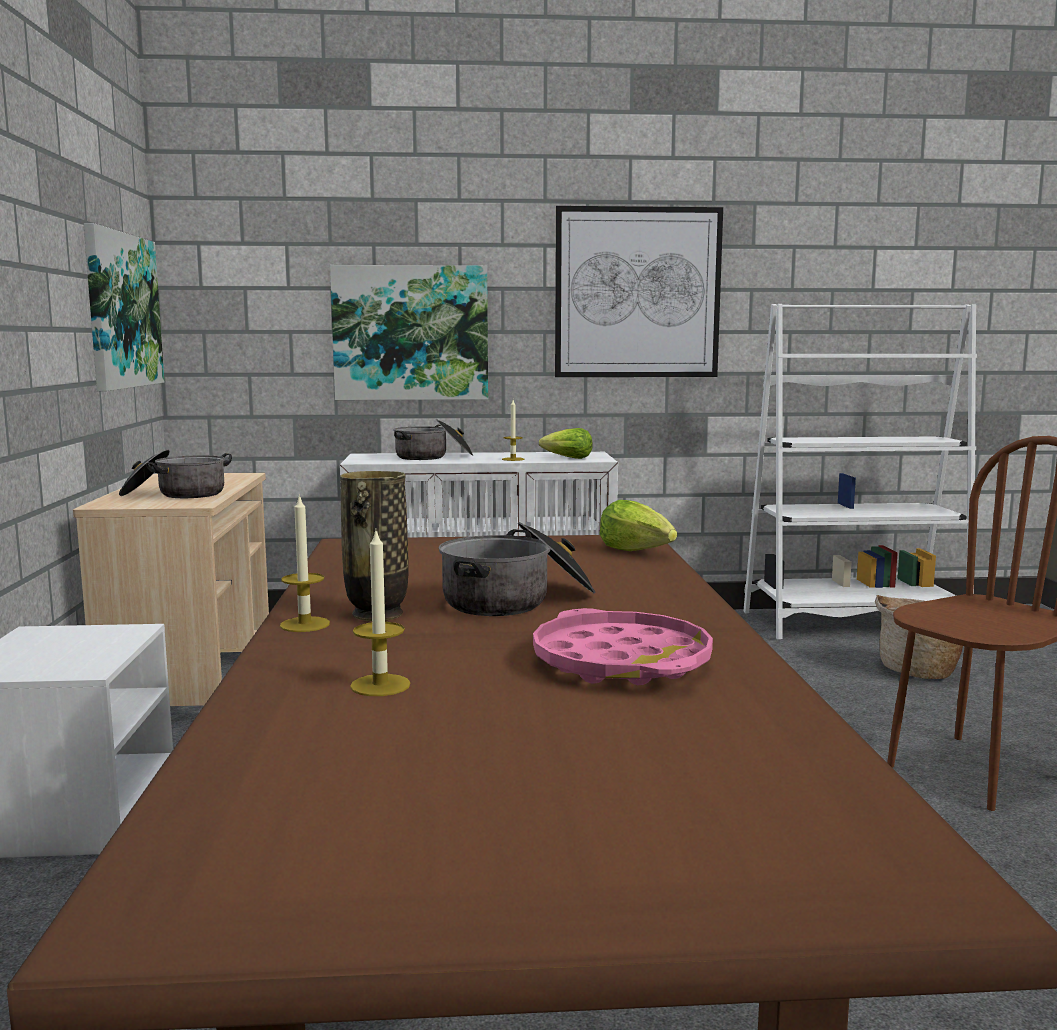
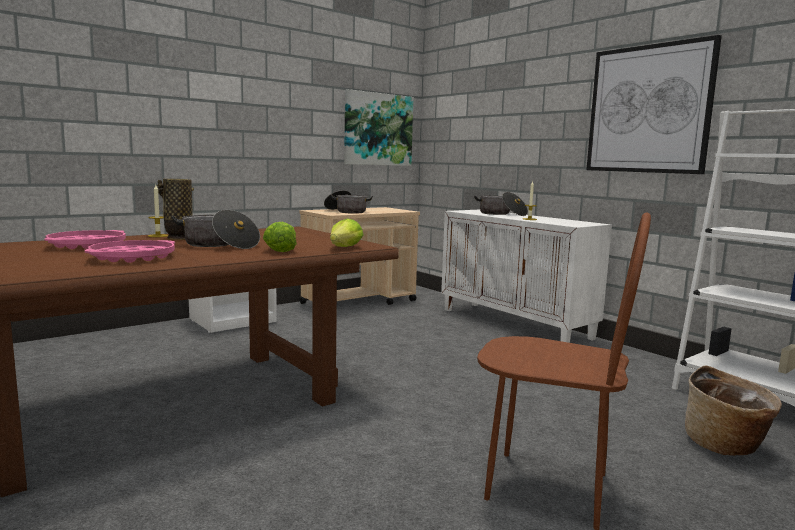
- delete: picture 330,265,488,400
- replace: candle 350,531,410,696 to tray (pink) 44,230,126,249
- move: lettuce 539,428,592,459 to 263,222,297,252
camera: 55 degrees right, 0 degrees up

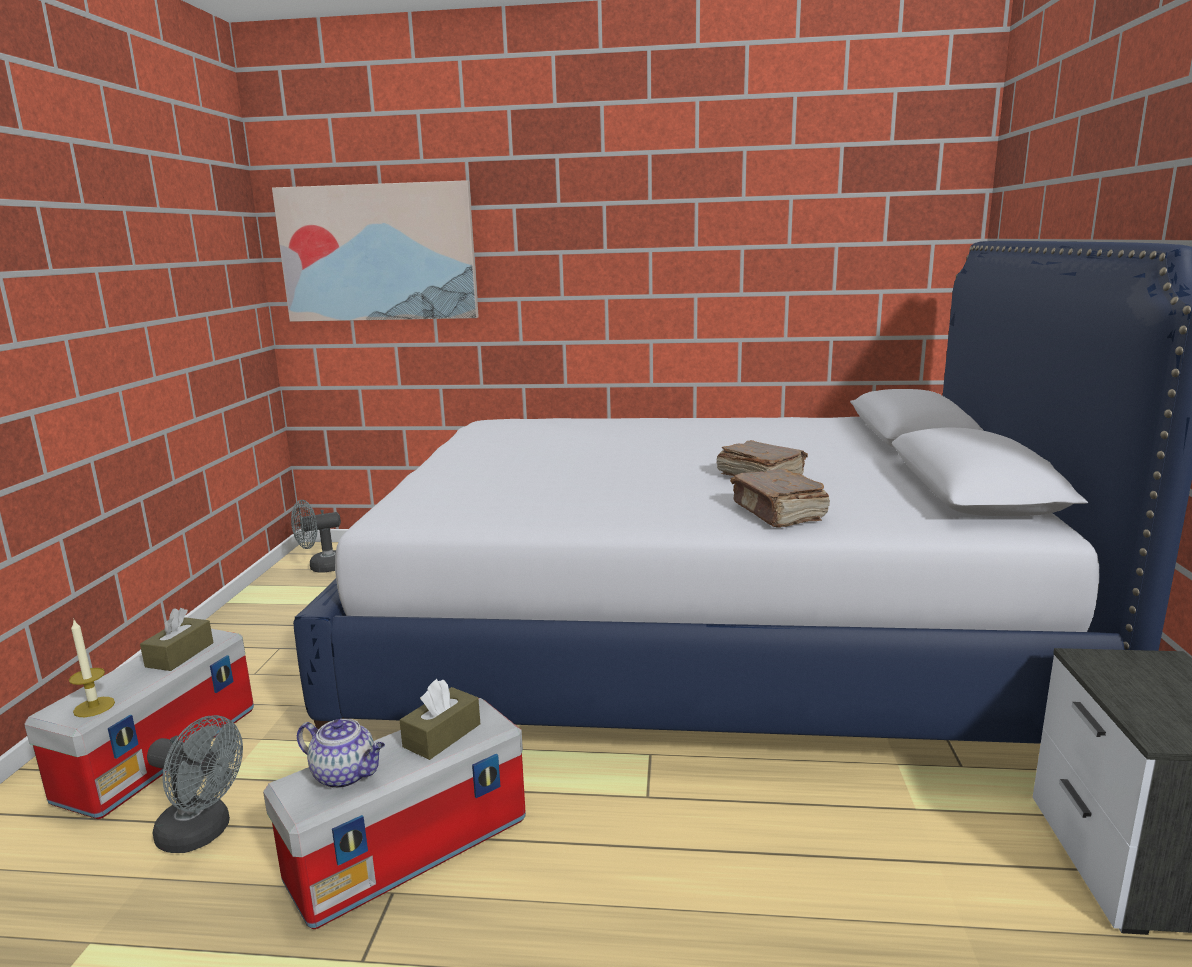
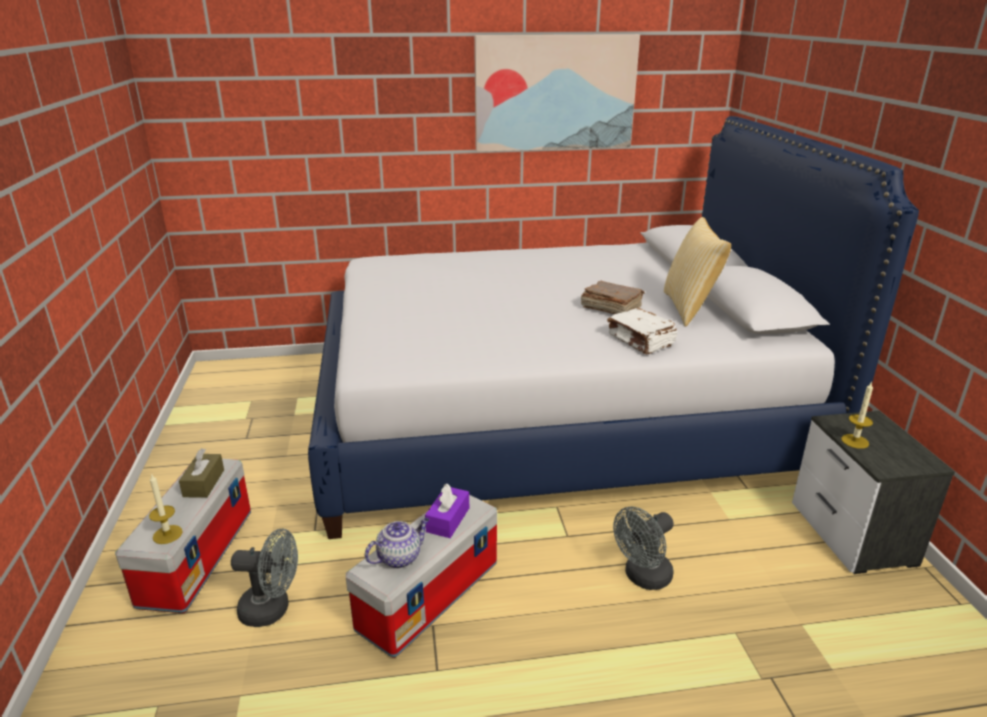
- move: picture 272,180,479,322 to 474,34,640,152
- move: fan (grey) 291,500,341,573 to 613,506,674,590
- rotate: teapot 297,719,385,789 = 365,518,429,568 45 degrees counterclockwise
- recolor: tissue box (brown) 400,679,480,760 to tissue box (purple) 425,484,469,538
- recolor: book (brown) 730,469,830,528 to book (white) 607,308,677,354
- insert: pillow 664,217,731,327
- insert: candle 841,381,873,449
camera: 15 degrees left, 10 degrees up

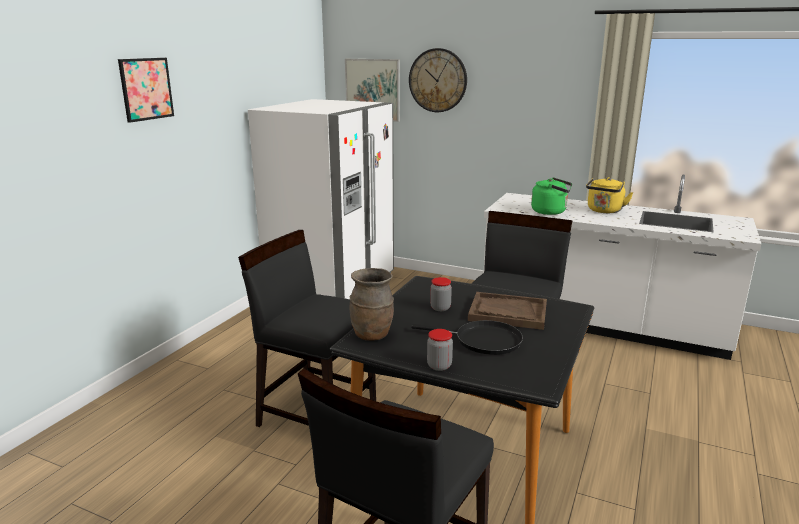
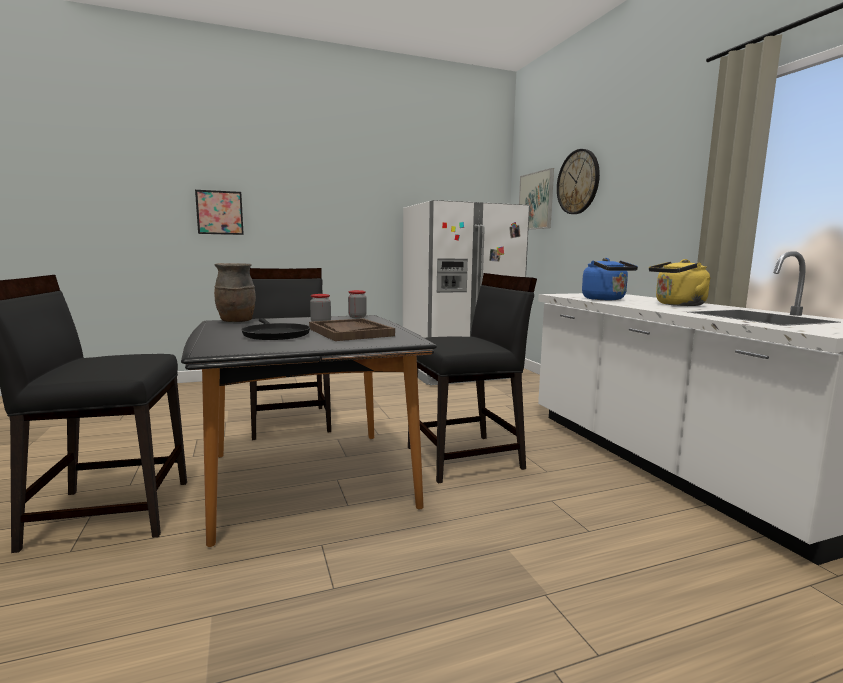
- move: picture 118,58,174,123 to 195,190,244,235
- move: jar 427,329,453,371 to 348,290,367,318
- recolor: kettle (green) 531,178,572,215 to kettle (blue) 582,258,638,300
camera: 45 degrees right, 10 degrees down

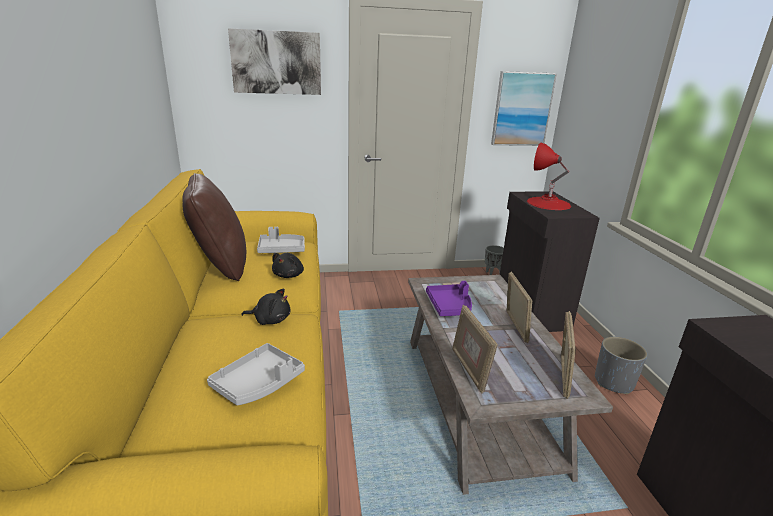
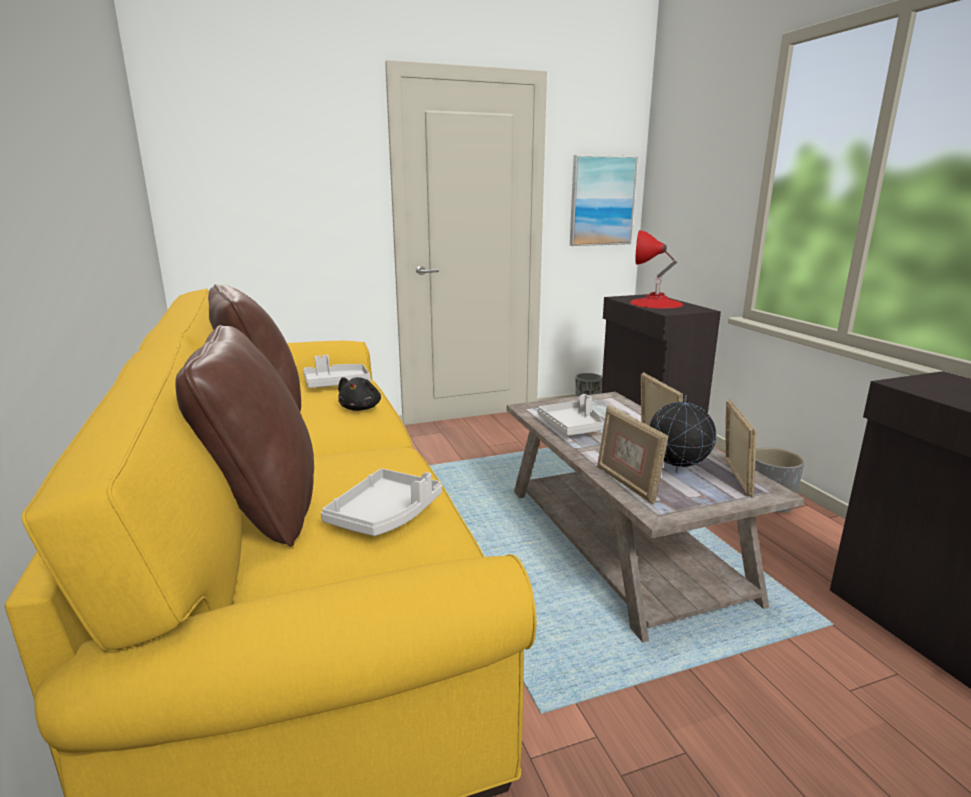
- delete: picture 228,28,321,95
- delete: plush toy (black) 241,289,291,325
- recolor: tray (purple) 426,281,472,316 to tray (grey) 537,394,603,436
- insert: pillow (brown) 175,325,314,547
- insert: globe 649,395,716,473
camera: 10 degrees left, 5 degrees down

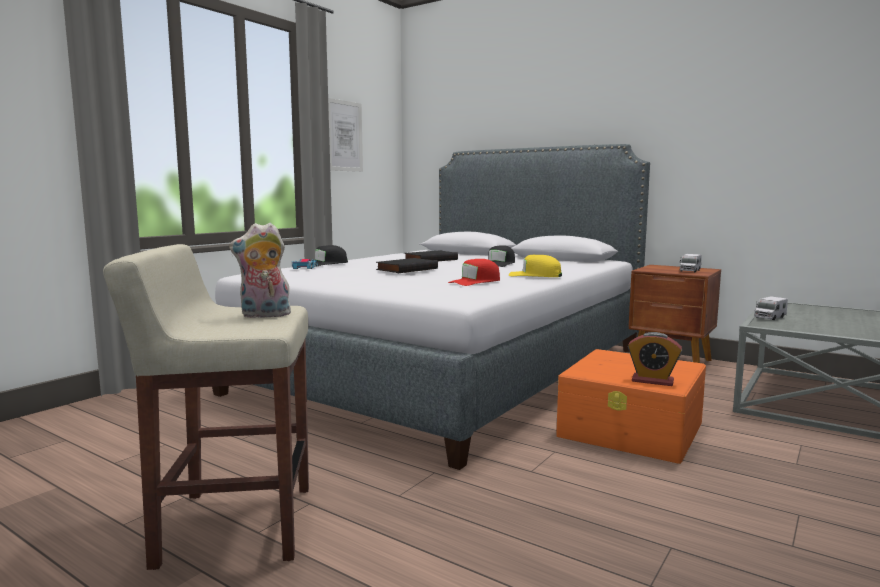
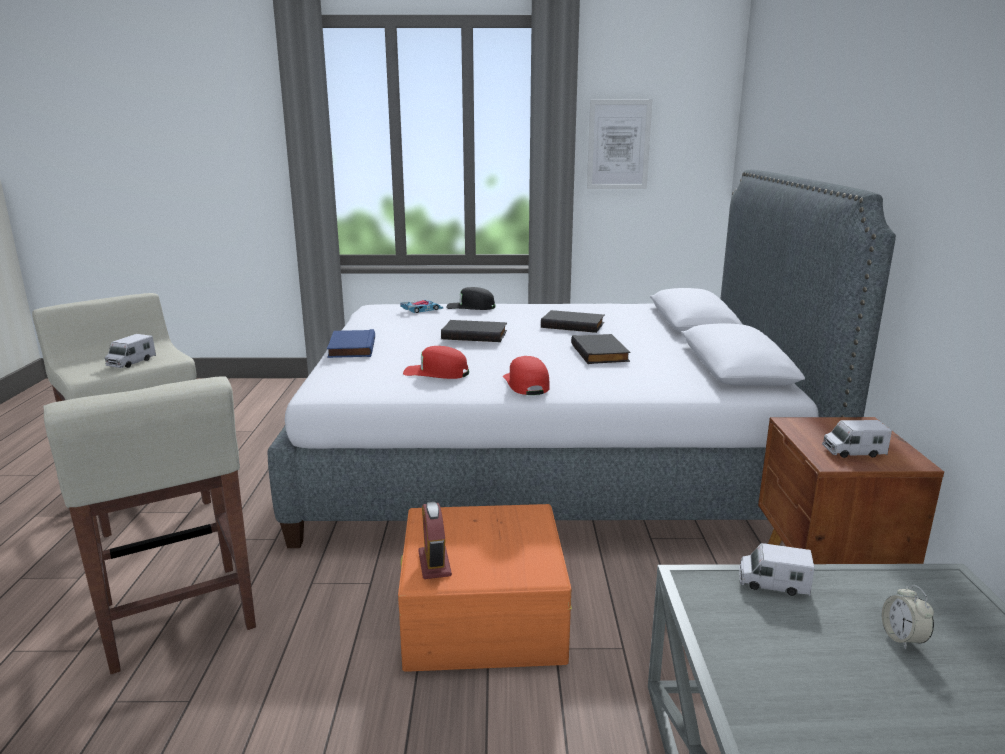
- replace: plush toy 229,223,292,318 to toy truck 105,334,156,368
- replace: cap (black) 489,245,515,267 to book (black) 571,334,630,364
- recolor: cap (yellow) 509,255,562,277 to cap (red) 503,356,550,395
- insert: stool (beige) 43,376,256,674
- insert: book (blue) 327,329,375,358
- insert: alarm clock 882,585,934,650
camera: 55 degrees right, 10 degrees up

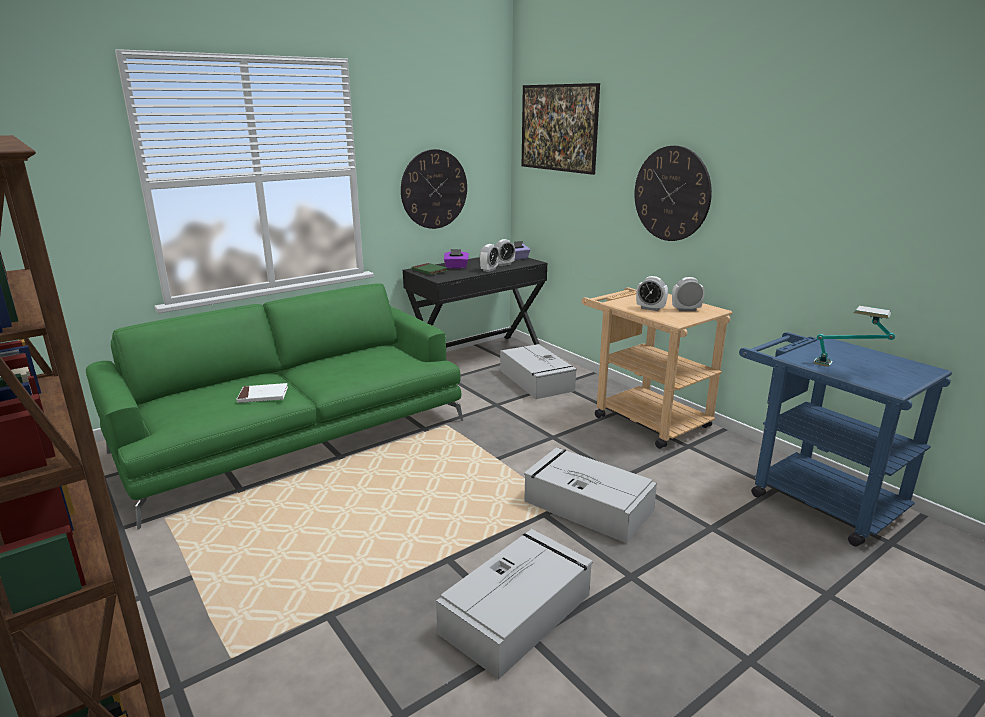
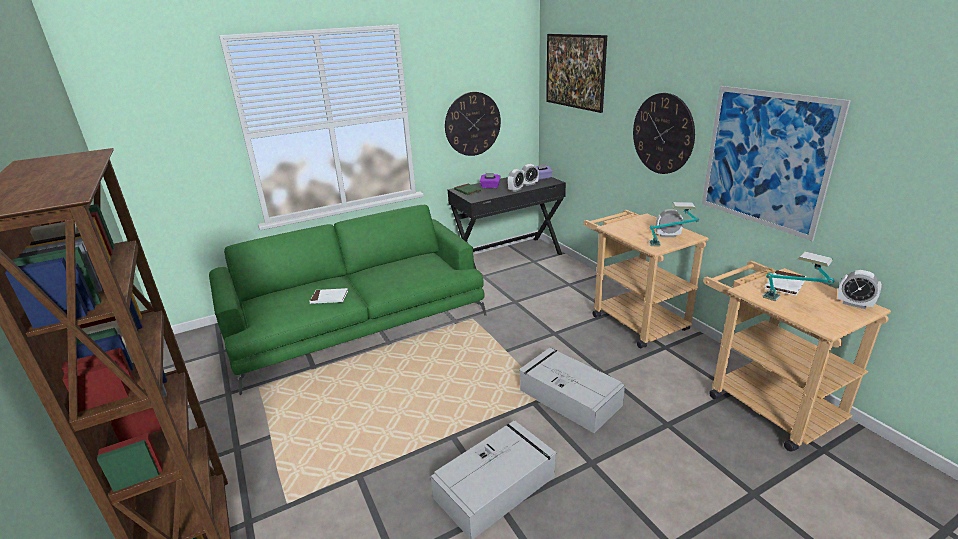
- delete: storage box (grey) 500,344,577,399
- move: alarm clock 636,276,668,311 to 838,270,882,309
- recolor: cart (blue) 739,332,952,547 to cart (beige) 703,261,891,452
- insert: table lamp 649,202,699,247
- insert: picture 702,86,851,241
- insert: book (white) 765,270,806,296
camera: 10 degrees right, 5 degrees up

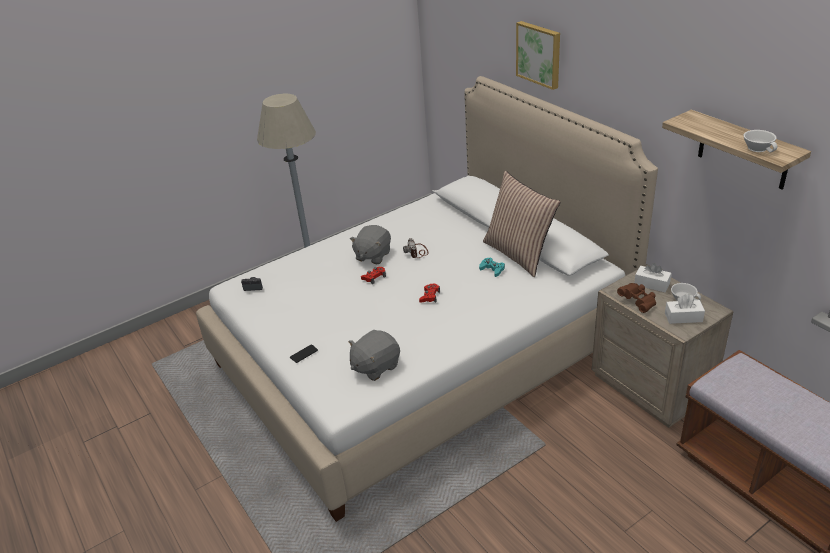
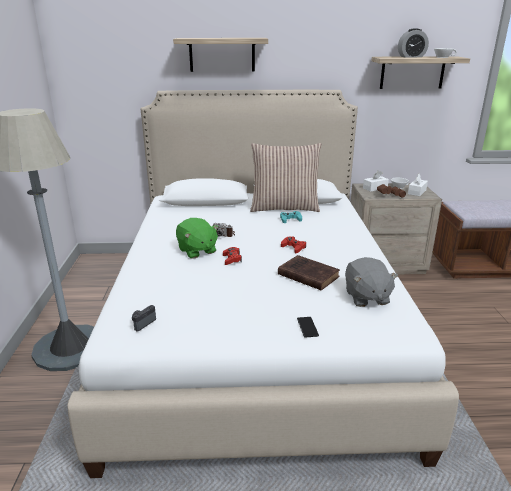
- recolor: plush toy (grey) 350,225,391,264 to plush toy (green) 176,218,219,259
- replace: picture 516,21,560,90 to shelf 173,38,268,72
- insert: book (brown) 278,255,340,291
- insert: alarm clock 398,28,429,58
camera: 60 degrees left, 10 degrees down

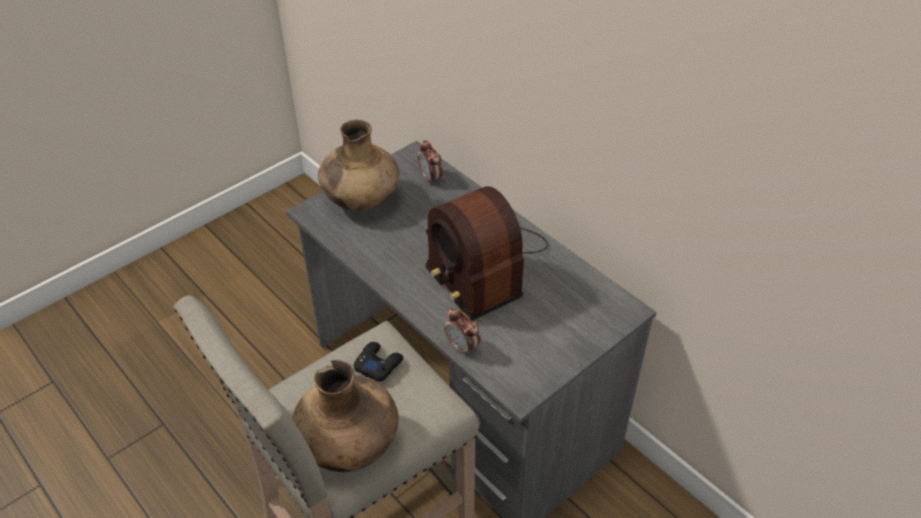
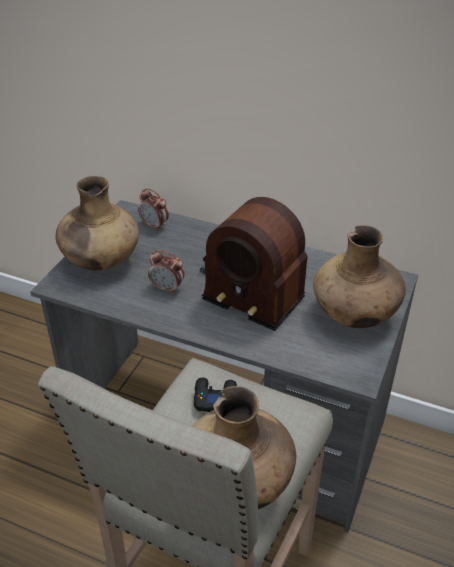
- move: alarm clock 444,307,481,356 to 148,250,184,294
- insert: vase (brown) 313,225,406,328
camera: 25 degrees left, 5 degrees down

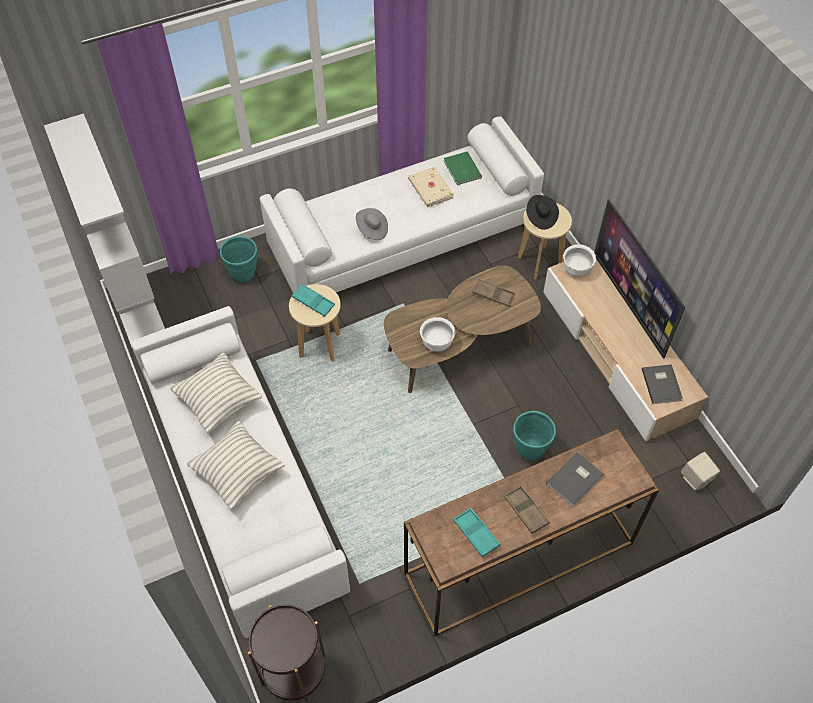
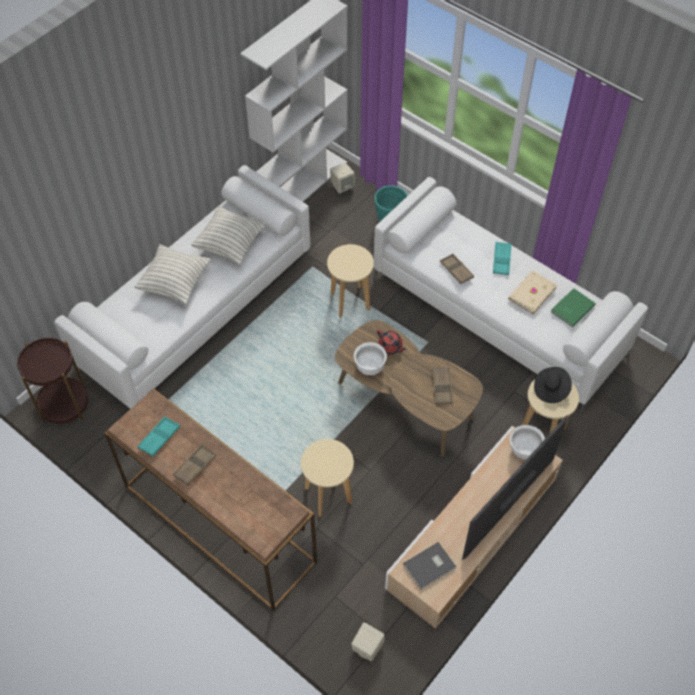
- move: tray (turquoise) 292,284,335,317 to 493,242,512,275
- replace: hat (grey) 356,208,388,240 to tray (brown) 440,254,474,284
- replace: planter (turquoise) 513,411,556,460 to stool (beige) 301,439,354,517
- delete: book (grey) 546,452,604,507
- insert: speaker (beige) 330,162,355,194
- insert: teapot (red) 377,329,407,354
camera: 65 degrees right, 0 degrees up

